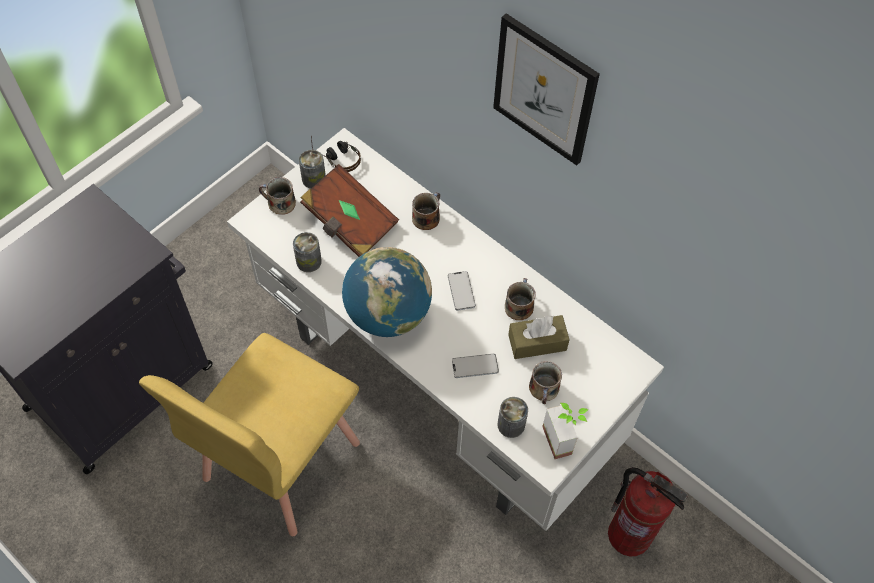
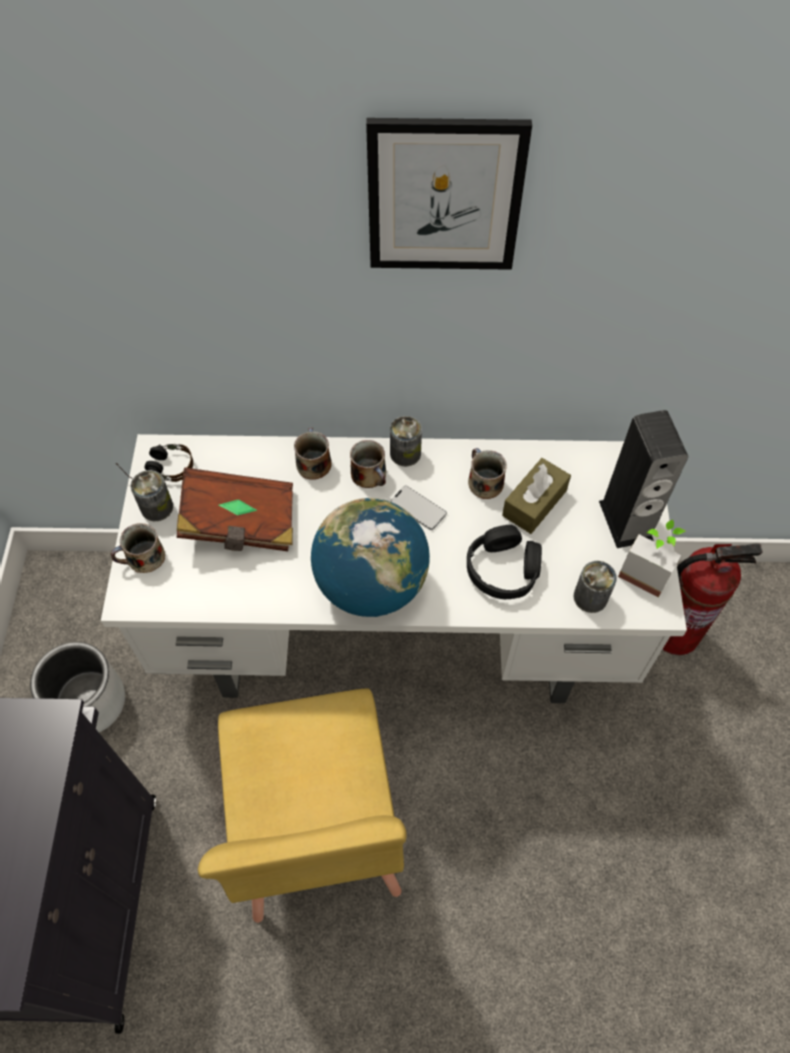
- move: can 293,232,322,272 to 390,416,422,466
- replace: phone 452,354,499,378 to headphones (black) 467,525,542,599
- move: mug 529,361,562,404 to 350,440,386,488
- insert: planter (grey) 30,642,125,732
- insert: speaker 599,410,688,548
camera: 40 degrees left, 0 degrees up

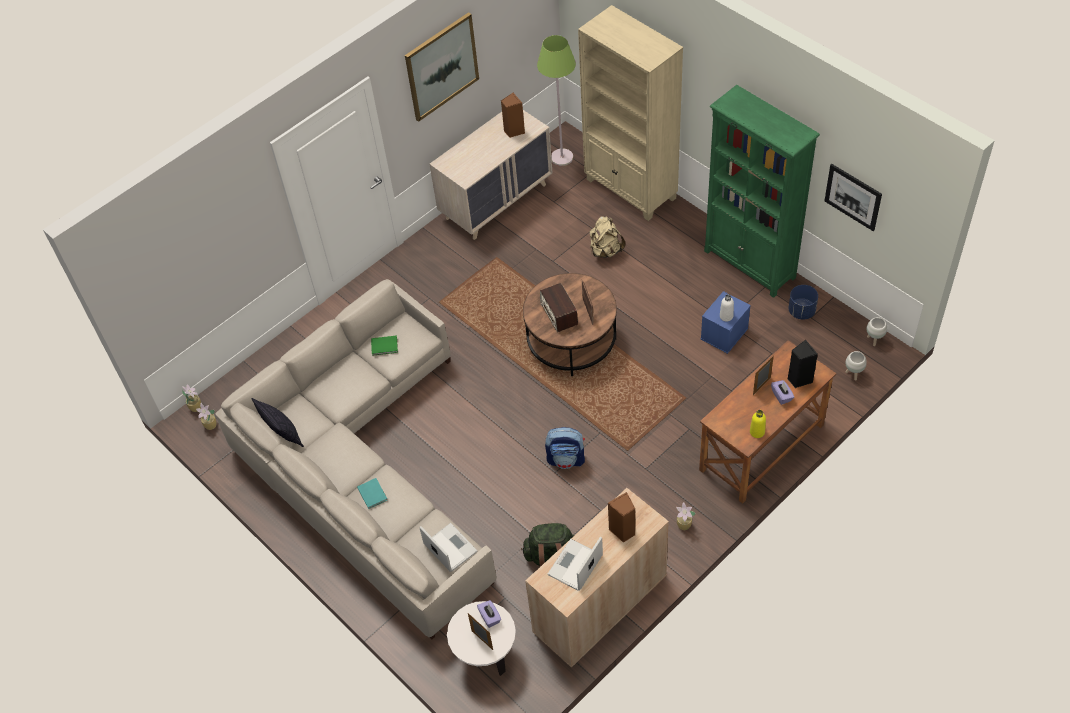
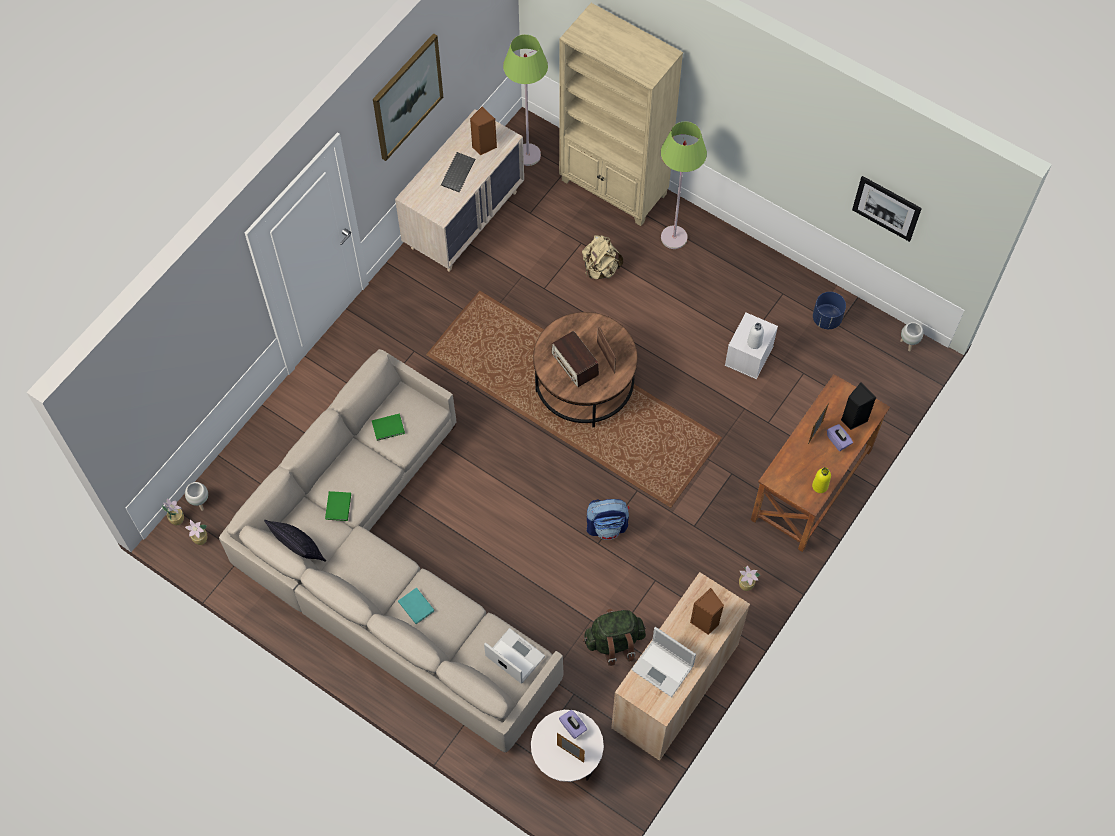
- rotate: laptop 548,537,603,591 = 631,627,696,697 75 degrees counterclockwise
- recolor: storage box (blue) 701,291,751,354 to storage box (white) 725,313,778,379
- delete: bookcase (green) 704,85,820,298
- move: planter (white) 845,351,867,380 to 185,482,208,511
- insert: book (green) 325,491,351,521
- insert: keyboard 441,152,475,192
- insert: floor lamp (green) 661,121,707,249
camera: 15 degrees left, 10 degrees up

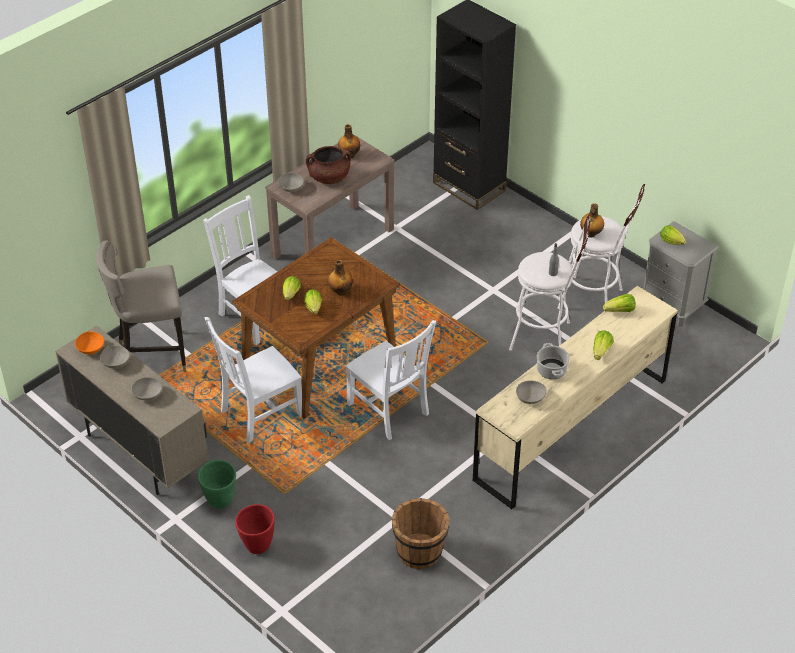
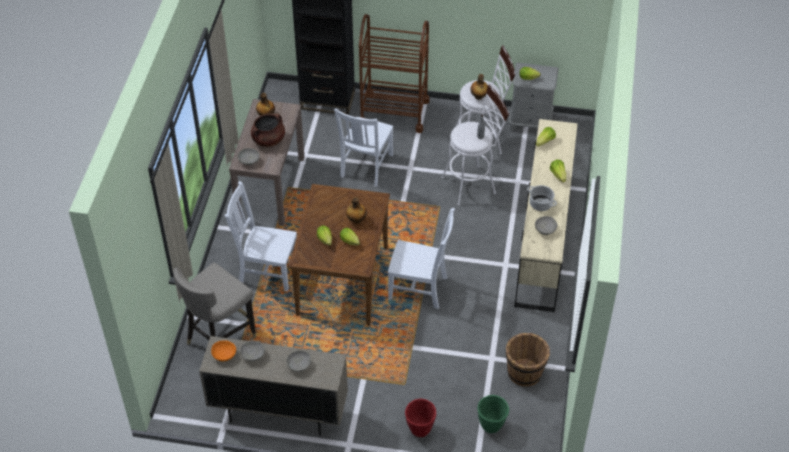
- move: planter (green) 198,460,236,508 to 477,395,509,433
- move: chair (white) 204,317,302,443 to 334,108,393,187
- insert: cart (brown) 359,14,430,133
camera: 35 degrees left, 5 degrees up

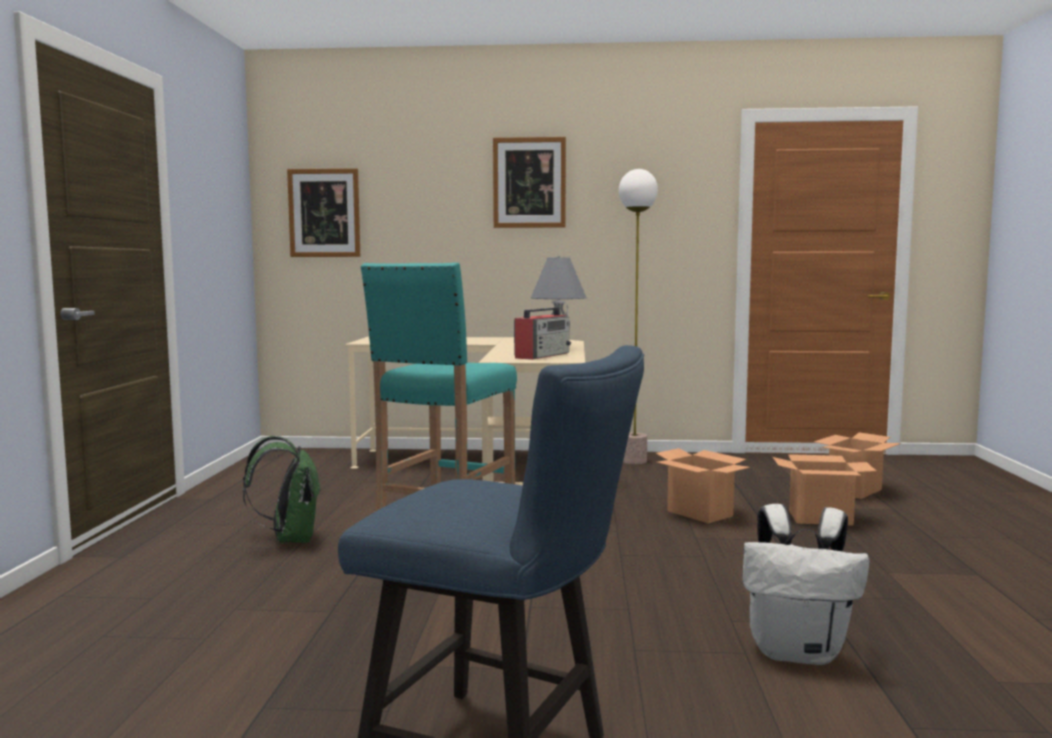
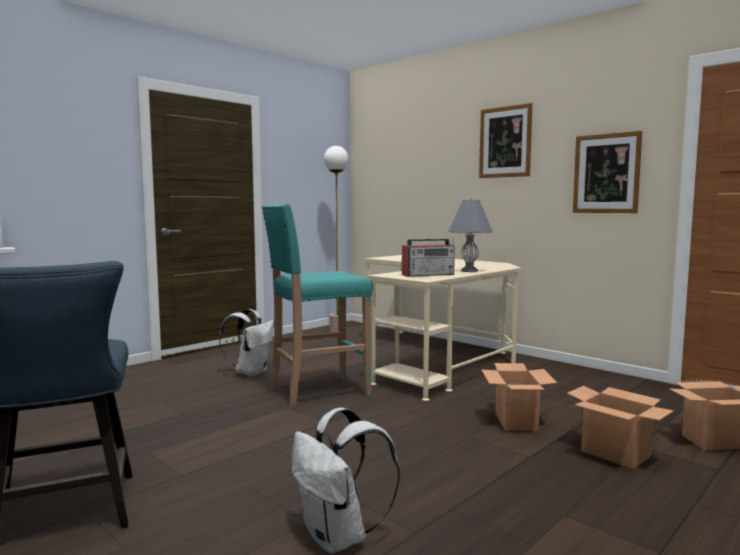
- recolor: backpack (green) 243,436,321,543 to backpack (white) 219,309,274,377
- move: picture 287,168,360,257 to 573,131,642,213
- move: floor lamp 619,169,658,464 to 324,146,349,333
camera: 40 degrees right, 0 degrees up

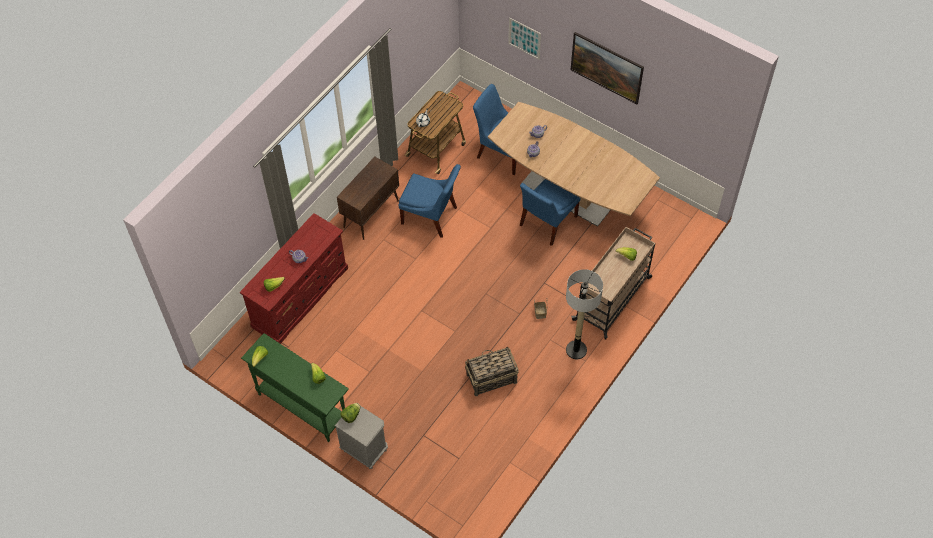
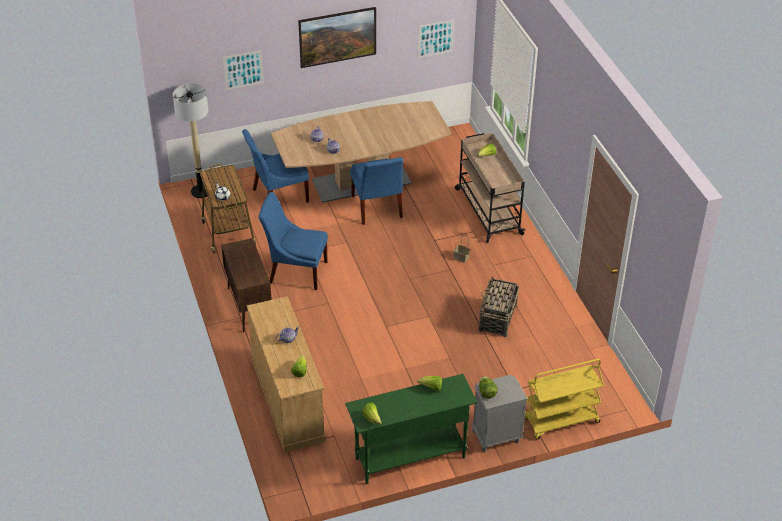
- recolor: dresser (red) 240,213,348,344 to dresser (beige) 247,296,326,453
- rotate: chair (blue) 398,164,461,238 = 258,192,328,290 135 degrees counterclockwise
- move: floor lamp 566,269,603,360 to 173,84,208,198
- insert: picture 418,19,454,58
- insert: cart (yellow) 525,359,604,439
camera: 55 degrees left, 15 degrees down

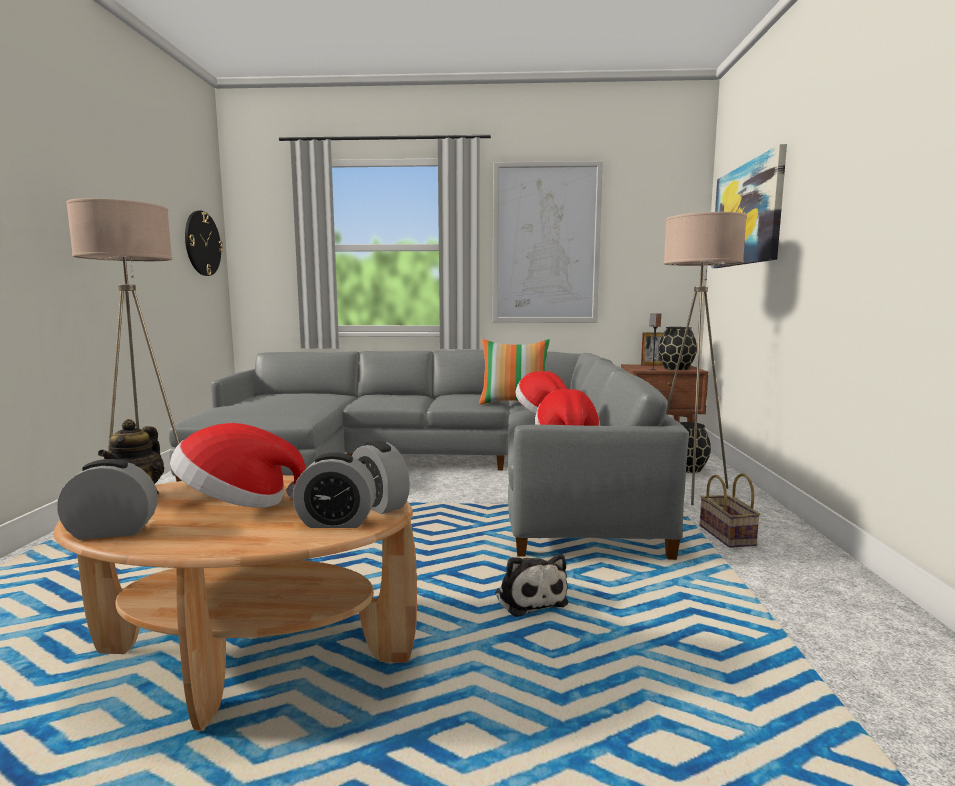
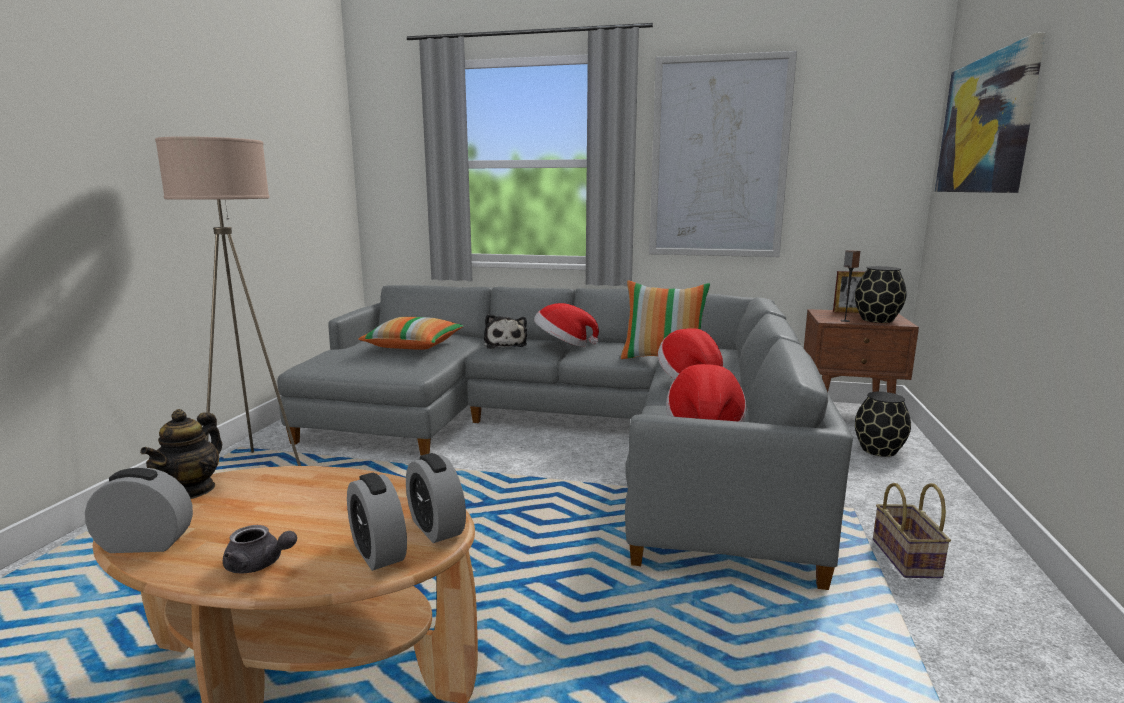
- move: hat 170,423,306,508 to 534,303,599,347
- delete: wall clock 185,211,223,276
- rotate: alarm clock 293,453,376,528 = 347,473,407,571 45 degrees clockwise
- move: plush toy 495,554,568,617 to 484,314,527,349
- delete: floor lamp (beige) 663,212,747,505
- insert: teapot (grey) 223,525,297,573
- insert: pillow 358,317,464,350
camera: 10 degrees right, 5 degrees up

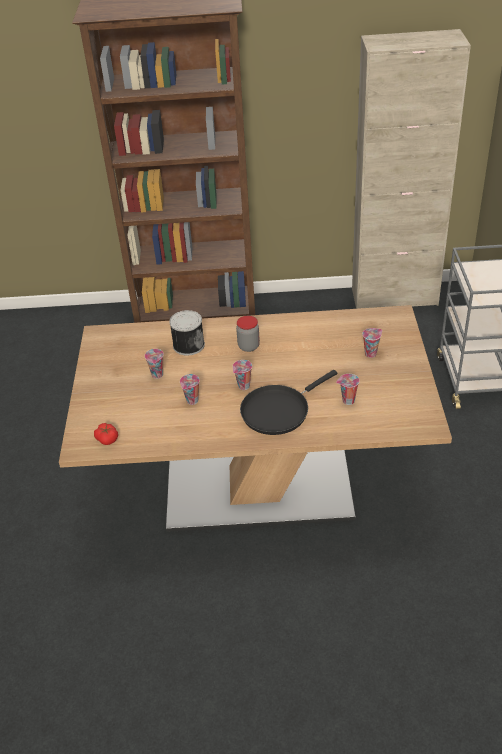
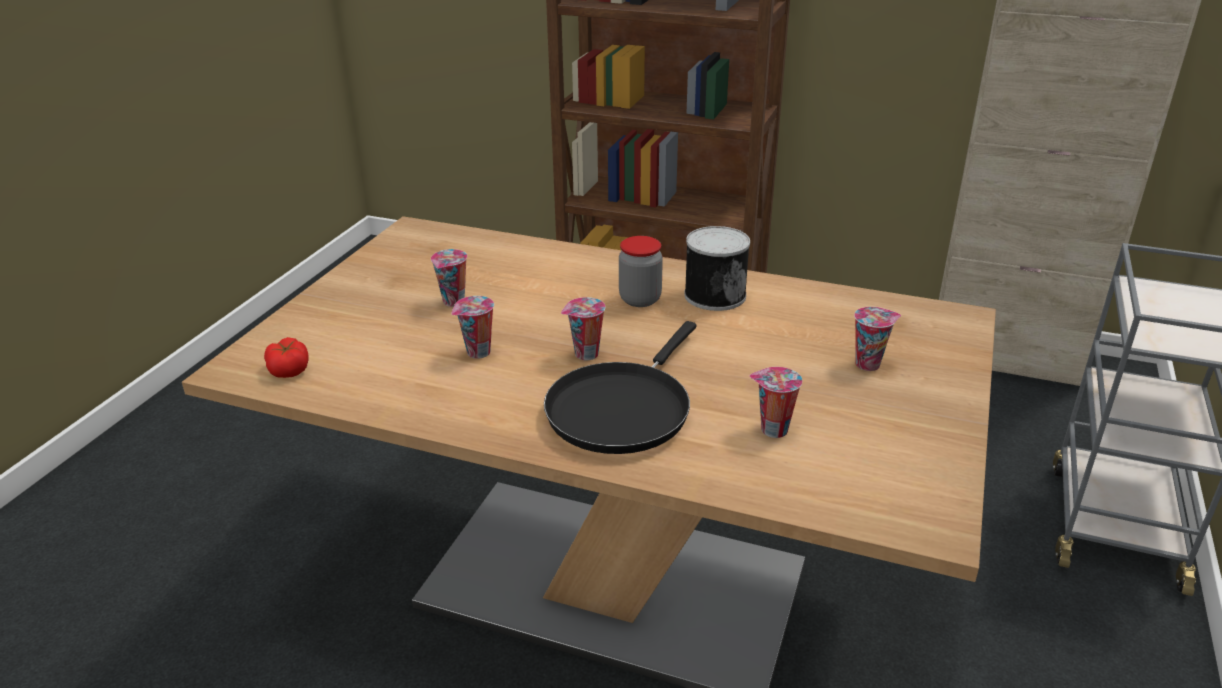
- move: can 169,310,205,356 to 684,226,750,311
- rotate: frying pan (black) 240,370,338,435 = 544,321,696,454 45 degrees counterclockwise
camera: 20 degrees right, 10 degrees down

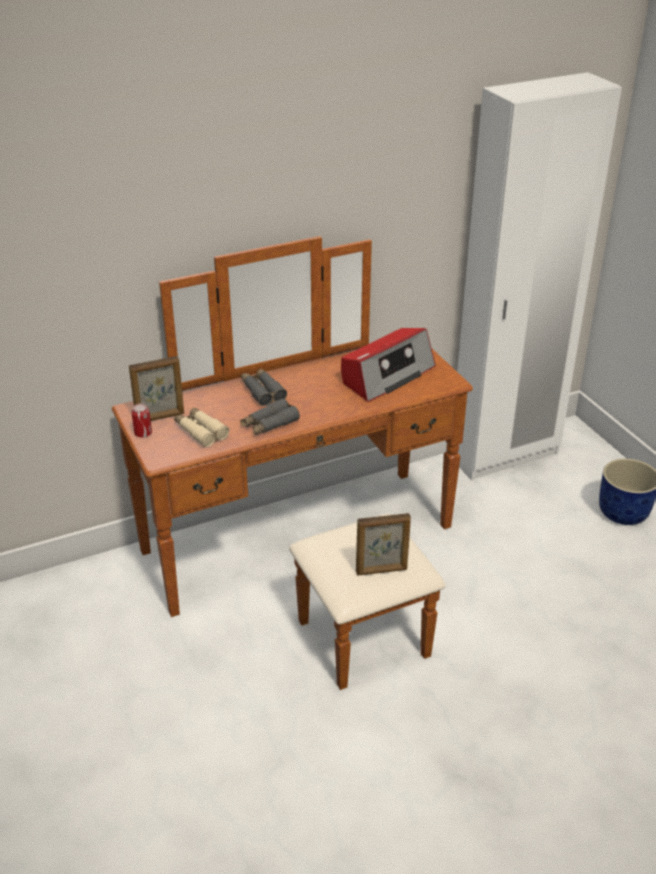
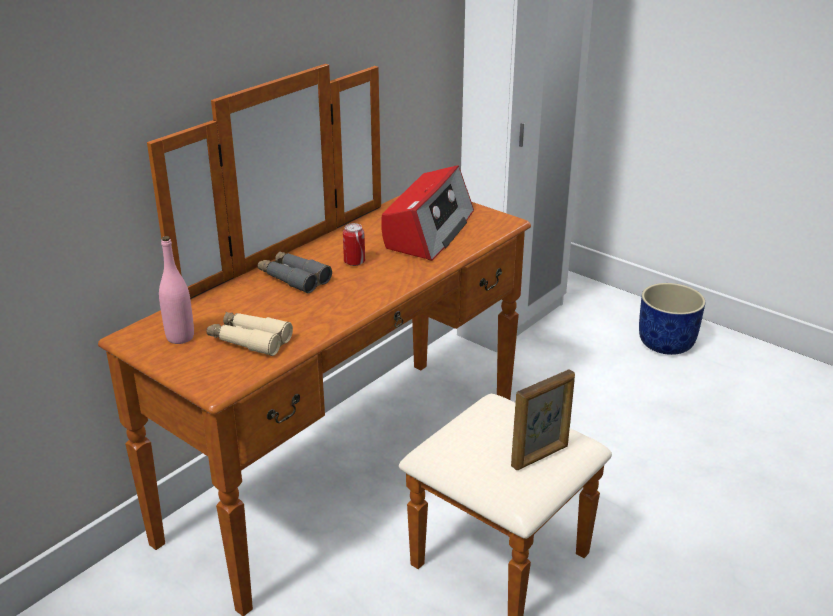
- replace: picture frame 129,356,184,421 to bottle (pink) 159,236,194,344
- move: can 132,403,152,438 to 343,223,365,266
- delete: binoculars (grey) 240,398,300,435
camera: 25 degrees left, 5 degrees down

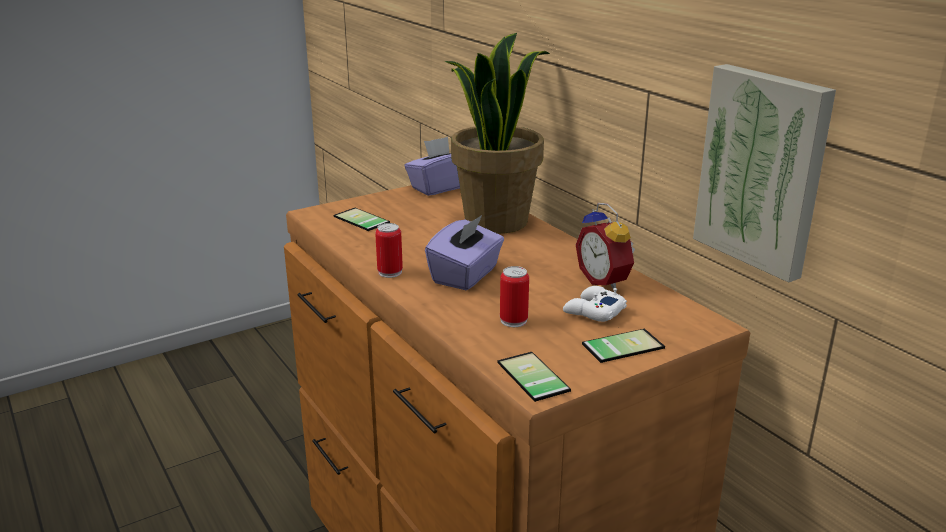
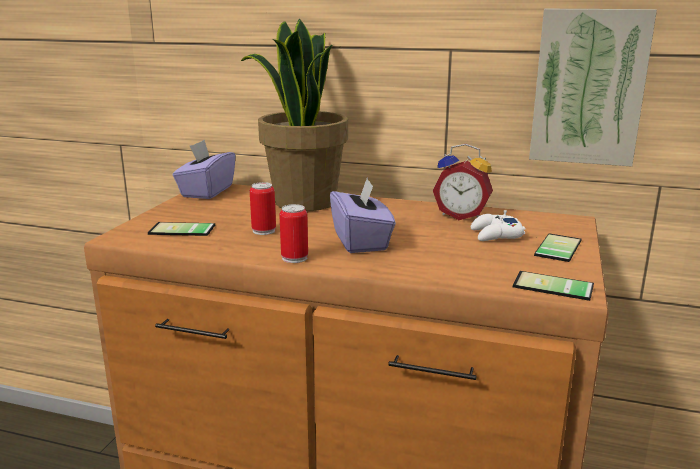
- move: can 500,266,529,327 to 250,182,276,235
camera: 40 degrees left, 5 degrees down

